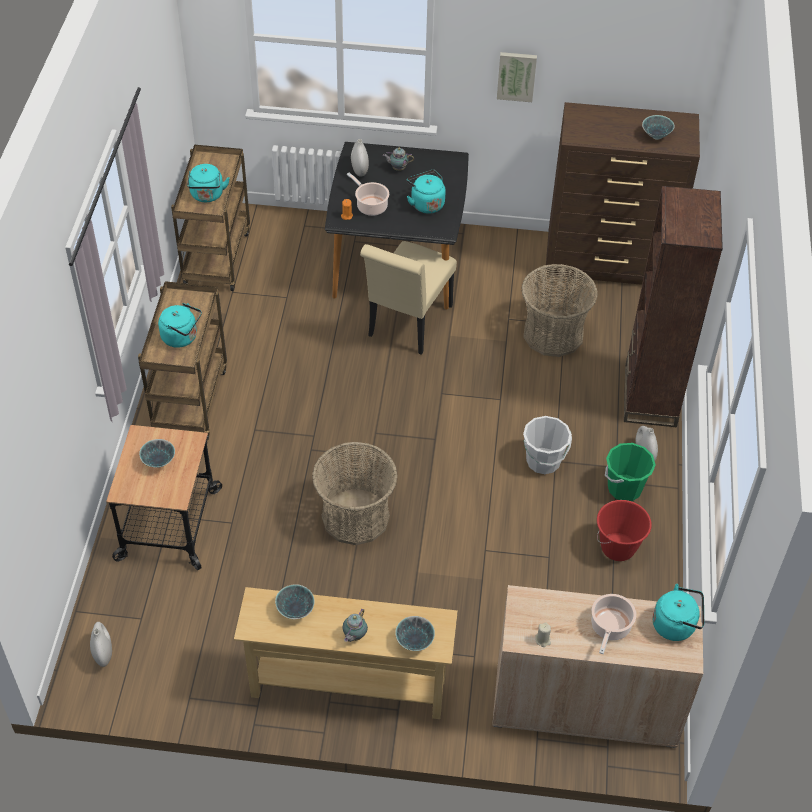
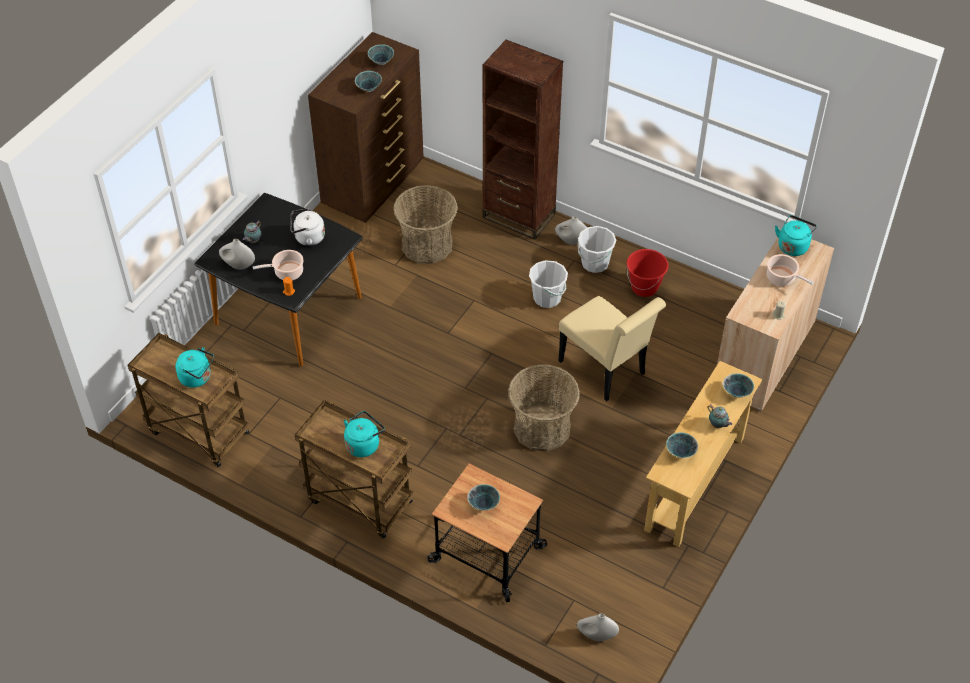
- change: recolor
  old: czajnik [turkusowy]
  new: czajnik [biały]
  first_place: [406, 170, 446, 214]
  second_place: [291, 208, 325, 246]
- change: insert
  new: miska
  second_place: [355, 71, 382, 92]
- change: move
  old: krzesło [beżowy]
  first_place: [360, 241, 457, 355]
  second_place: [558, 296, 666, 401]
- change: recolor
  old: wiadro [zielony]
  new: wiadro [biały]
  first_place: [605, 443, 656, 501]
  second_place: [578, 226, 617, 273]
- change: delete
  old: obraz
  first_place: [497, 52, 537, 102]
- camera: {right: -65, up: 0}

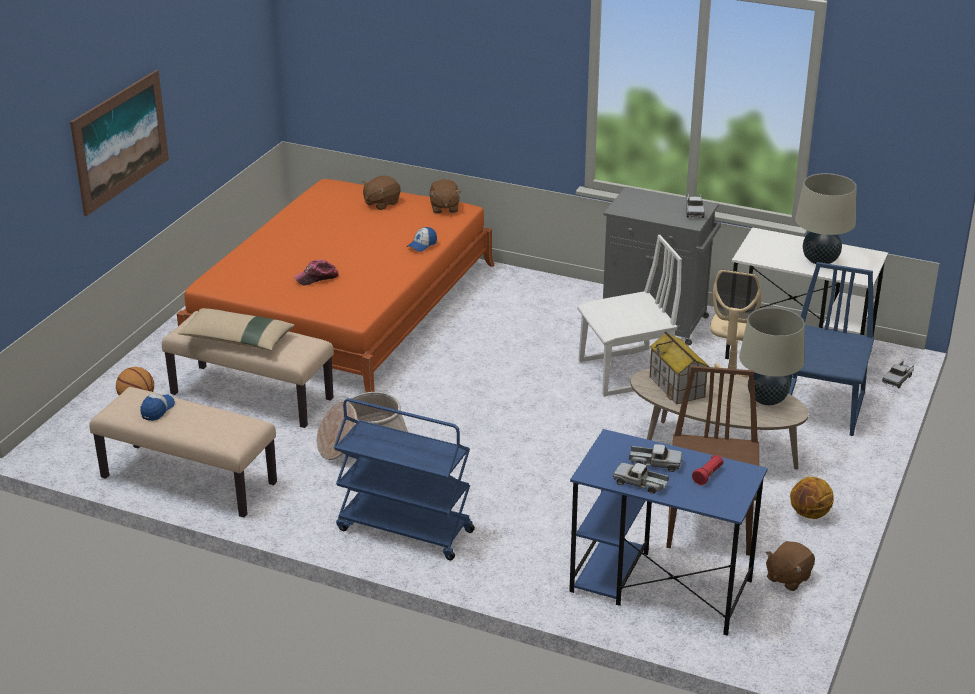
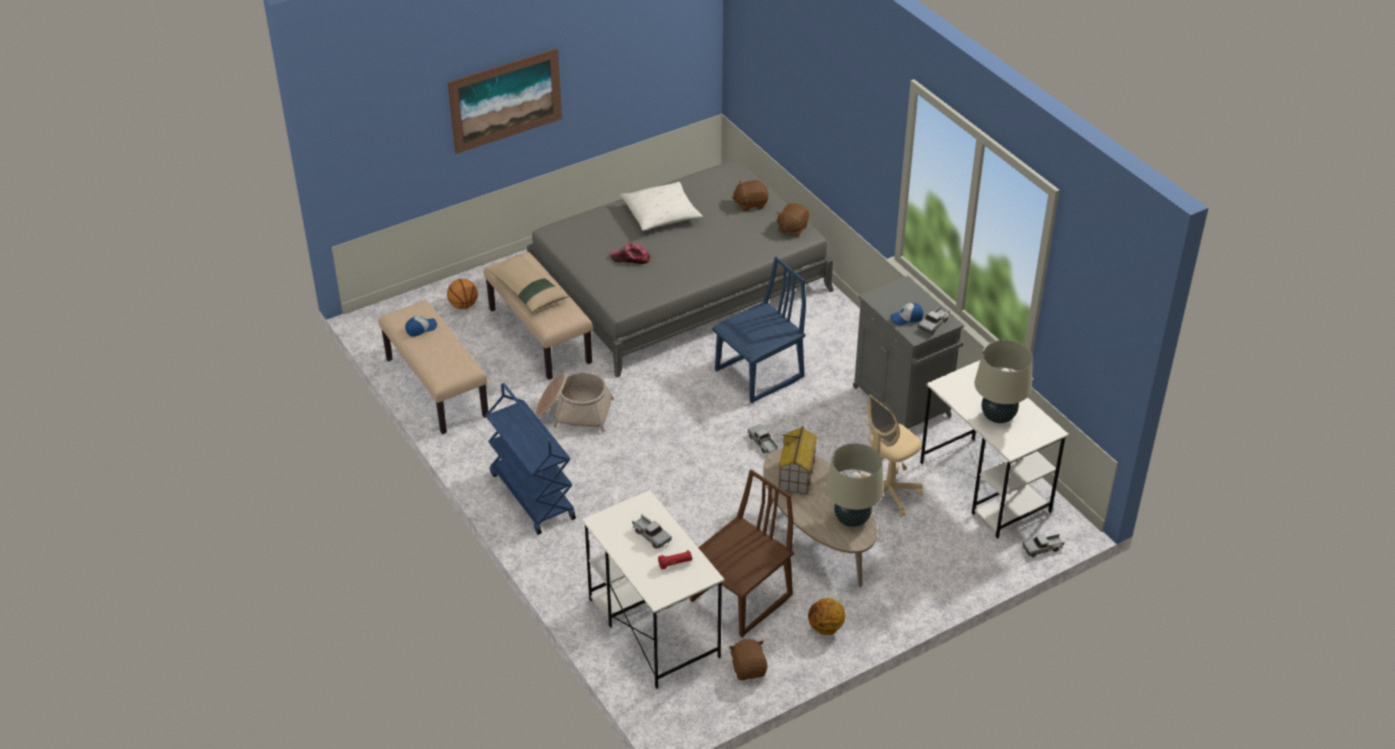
- change: recolor
  old: łóżko [pomarańczowy]
  new: łóżko [szary]
  first_place: [177, 179, 494, 392]
  second_place: [527, 160, 834, 377]
- change: recolor
  old: biurko [niebieski]
  new: biurko [biały]
  first_place: [569, 429, 768, 636]
  second_place: [582, 490, 725, 689]
- change: insert
  new: poduszka [biały]
  second_place: [620, 182, 702, 231]
- change: move
  old: krzesło [niebieski]
  first_place: [788, 262, 874, 436]
  second_place: [712, 257, 806, 403]
- change: rotate
  old: pluszak [brązowy]
  first_place: [766, 541, 815, 591]
  second_place: [729, 639, 767, 680]
  degrees: 90
- change: move
  old: ciężarówka zabawkowa
  first_place: [613, 463, 669, 494]
  second_place: [747, 424, 778, 453]
- change: move
  old: czapka z daszkiem
  first_place: [407, 227, 437, 252]
  second_place: [890, 303, 923, 325]
- change: delete
  old: krzesło [biały]
  first_place: [577, 235, 682, 397]
- camera: {right: 35, up: 10}

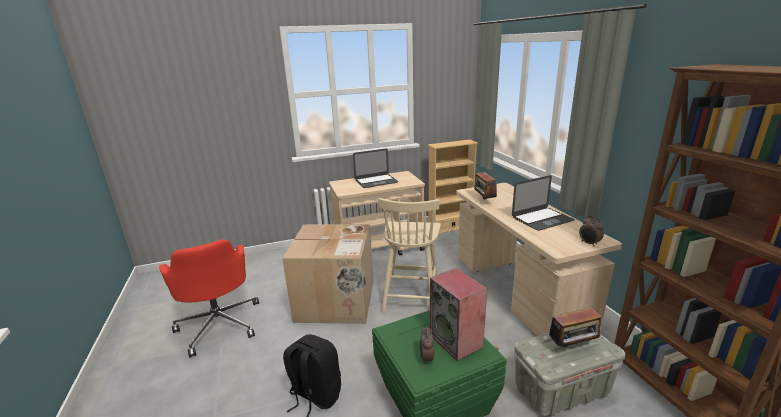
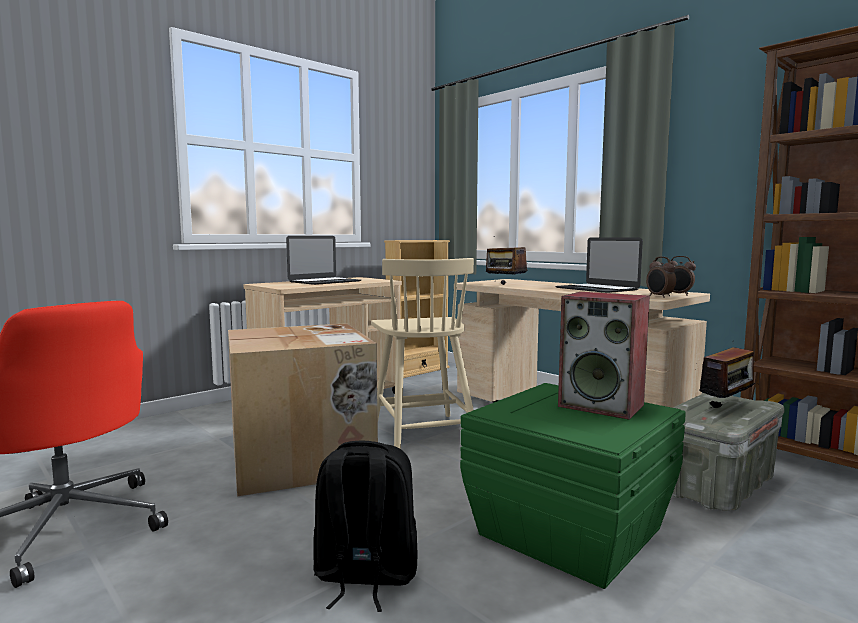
- change: rotate
  old: laptop
  first_place: [512, 175, 575, 231]
  second_place: [556, 237, 643, 293]
  degrees: 105
- change: move
  old: budzik
  first_place: [420, 326, 434, 364]
  second_place: [646, 257, 676, 298]
- camera: {right: -25, up: -15}

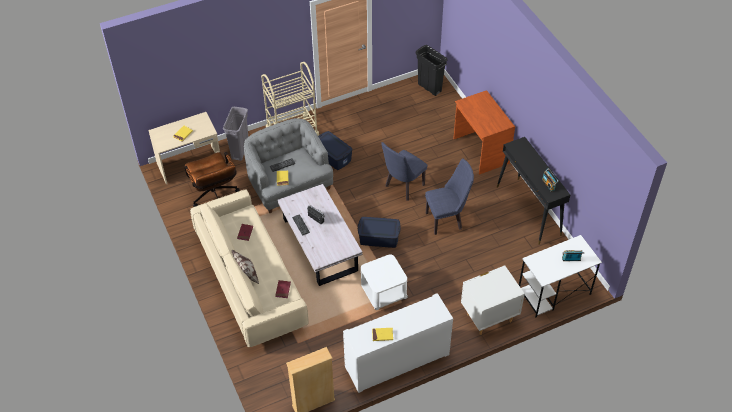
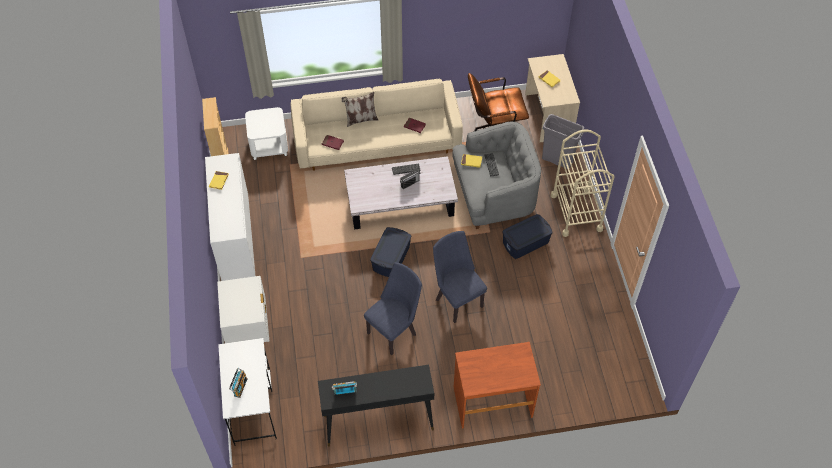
- change: move
  old: stolik [biały]
  first_place: [361, 254, 408, 310]
  second_place: [245, 107, 288, 160]
- change: rotate
  old: krzesło [niebieski]
  first_place: [425, 158, 474, 235]
  second_place: [364, 262, 422, 355]
  degrees: -135
- change: delete
  old: kosz na śmieci [czarny]
  first_place: [416, 45, 448, 96]
- camera: {right: 105, up: 5}

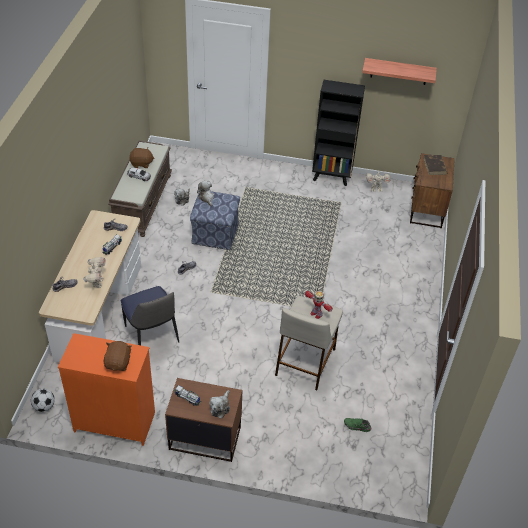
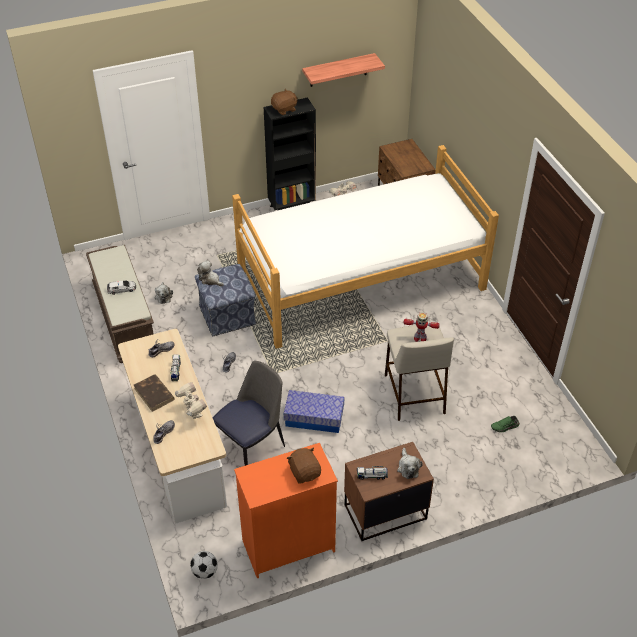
- change: move
  old: książka [brązowy]
  first_place: [423, 155, 447, 175]
  second_place: [134, 374, 175, 412]
- change: rotate
  old: krzesło
  first_place: [121, 286, 179, 345]
  second_place: [213, 361, 285, 466]
  degrees: -75
- change: insert
  new: łóżko
  second_place: [232, 145, 499, 349]
- change: move
  old: pluszak [brązowy]
  first_place: [129, 147, 154, 168]
  second_place: [271, 89, 297, 115]
- change: insert
  new: pojemnik do przechowywania
  second_place: [284, 390, 344, 433]
- camera: {right: -30, up: 0}

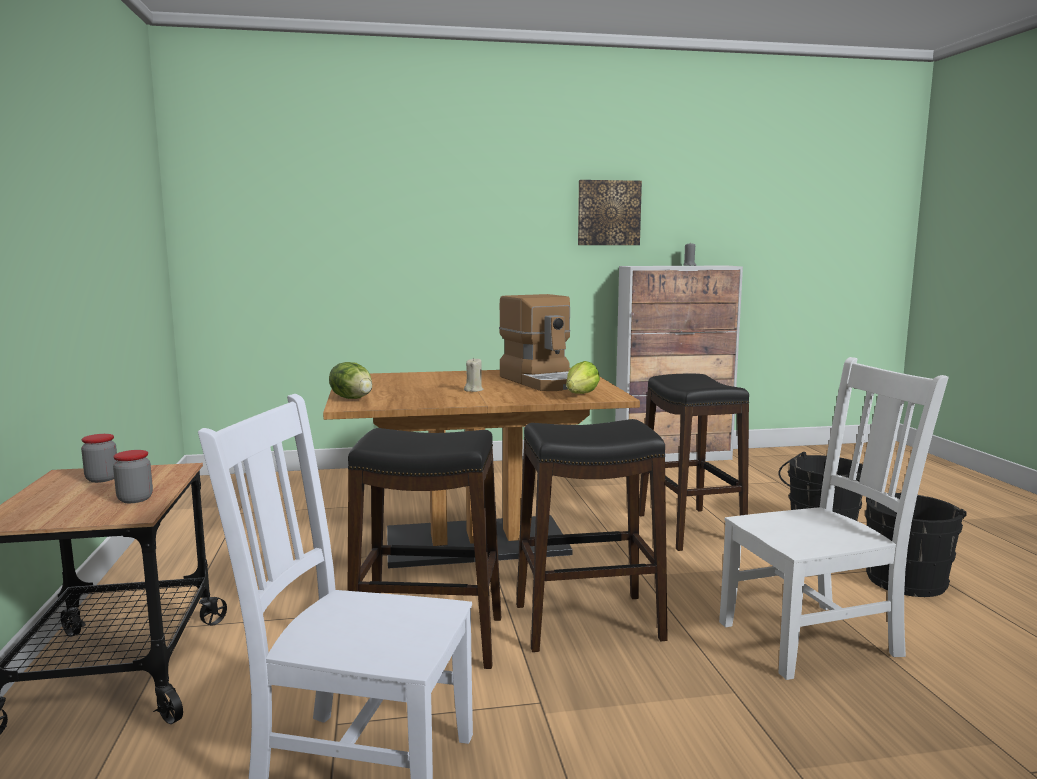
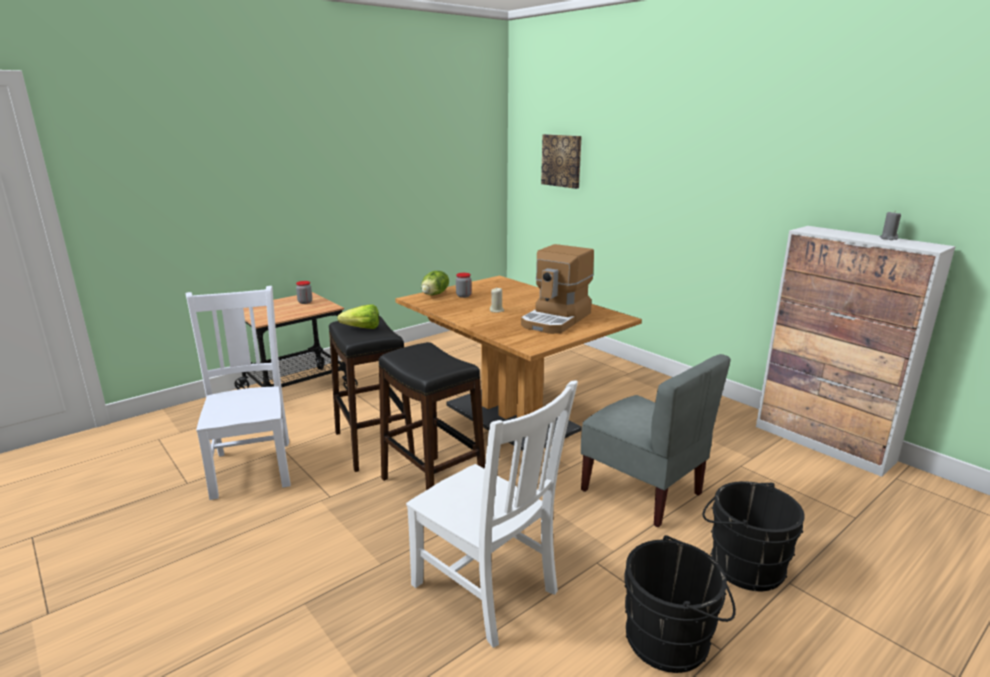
- change: move
  old: sałata
  first_place: [566, 361, 600, 394]
  second_place: [337, 304, 379, 329]
- change: move
  old: słoik
  first_place: [113, 450, 153, 503]
  second_place: [456, 273, 472, 298]
- change: move
  old: obraz
  first_place: [578, 180, 642, 245]
  second_place: [541, 134, 582, 189]
- change: replace
  old: stołek [czarny]
  new: krzesło [szary]
  first_place: [639, 374, 749, 551]
  second_place: [581, 354, 731, 527]
- camera: {right: 60, up: 10}

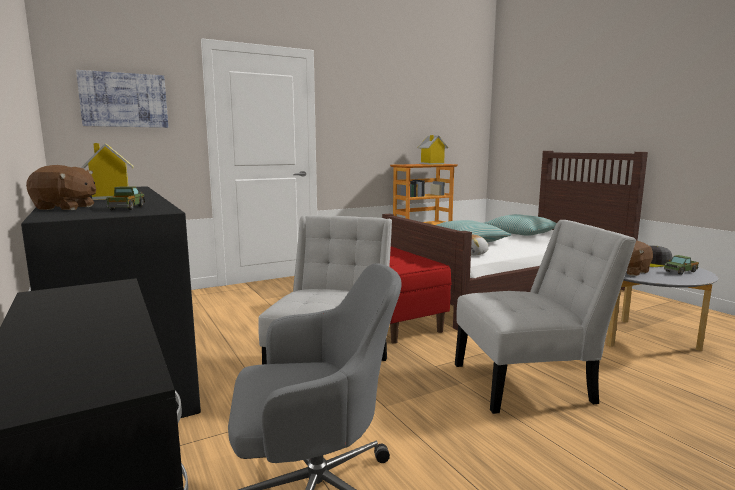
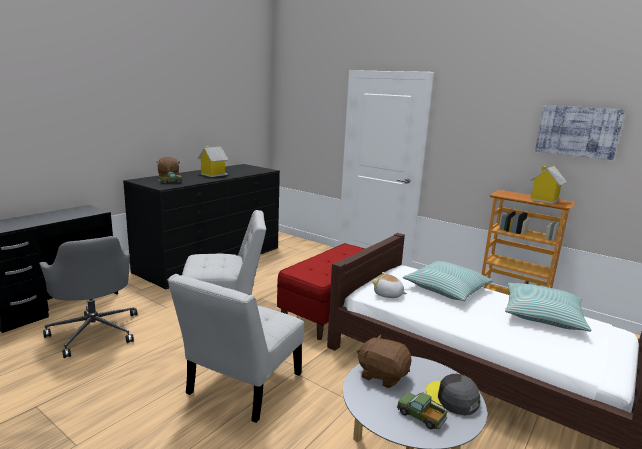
- change: rotate
  old: krzesło [biały]
  first_place: [455, 220, 636, 414]
  second_place: [168, 274, 304, 423]
  degrees: 60
- change: move
  old: obraz
  first_place: [76, 70, 168, 128]
  second_place: [535, 105, 625, 160]
- camera: {right: 65, up: 5}

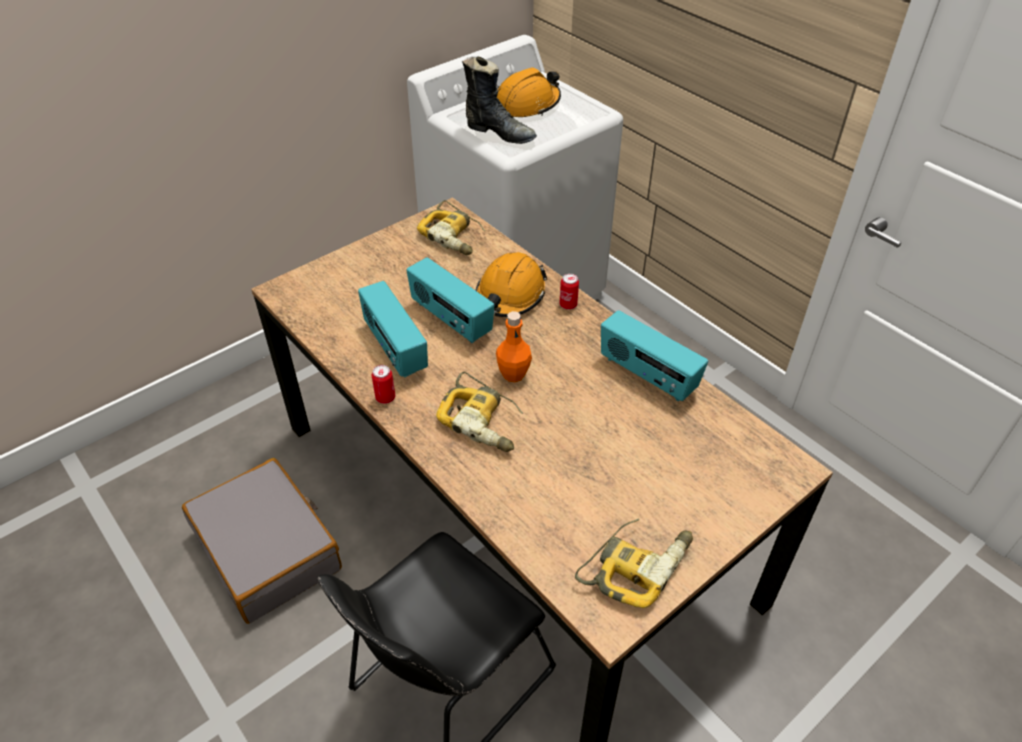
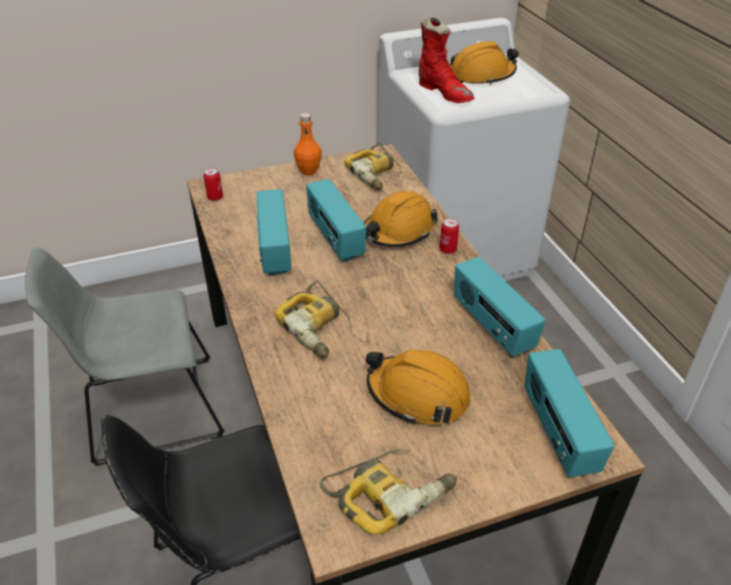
- change: replace
  old: walizka [szary]
  new: krzesło [szary]
  first_place: [182, 458, 342, 624]
  second_place: [25, 247, 224, 466]
- change: move
  old: puszka
  first_place: [372, 365, 396, 404]
  second_place: [203, 168, 223, 201]
- change: move
  old: butelka [pomarańczowy]
  first_place: [496, 311, 532, 382]
  second_place: [294, 113, 322, 175]
- change: insert
  new: kask [pomarańczowy]
  second_place: [366, 349, 471, 424]
- change: recolor
  old: but z cholewką [czarny]
  new: but z cholewką [czerwony]
  first_place: [462, 56, 537, 144]
  second_place: [418, 18, 475, 103]
- change: insert
  new: radio
  second_place: [524, 349, 615, 477]
- camera: {right: 20, up: -5}

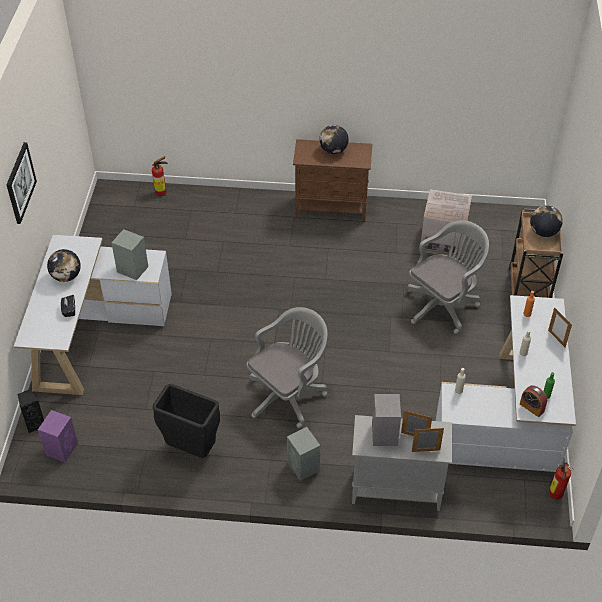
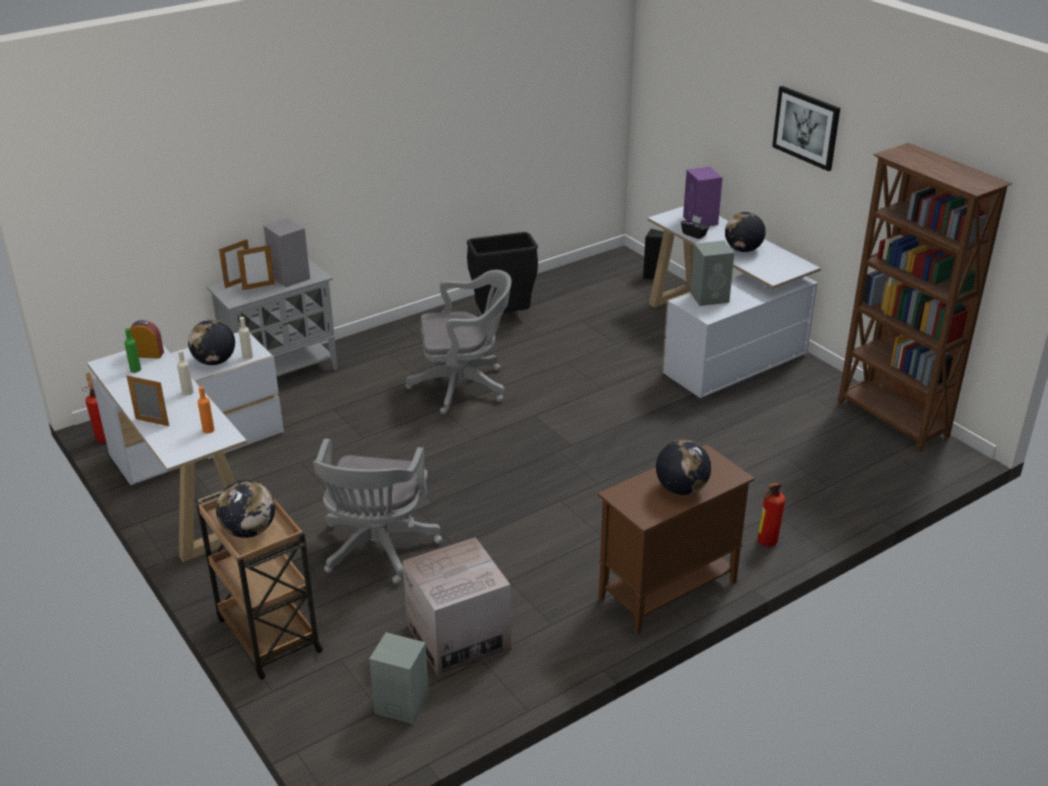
- change: insert
  new: globus
  second_place: [188, 320, 235, 365]
- change: move
  old: głośnik [szary]
  first_place: [287, 427, 320, 481]
  second_place: [369, 632, 429, 724]
- change: rotate
  old: krzesło biurowe [szary]
  first_place: [247, 307, 328, 428]
  second_place: [406, 270, 512, 414]
  degrees: -105
- change: move
  old: głośnik [fioletowy]
  first_place: [38, 410, 78, 463]
  second_place: [683, 167, 723, 226]
- change: move
  old: gaśnica
  first_place: [152, 156, 168, 196]
  second_place: [757, 482, 785, 547]
- change: insert
  new: regał [brązowy]
  second_place: [838, 143, 1012, 452]
- camera: {right: 140, up: -15}

